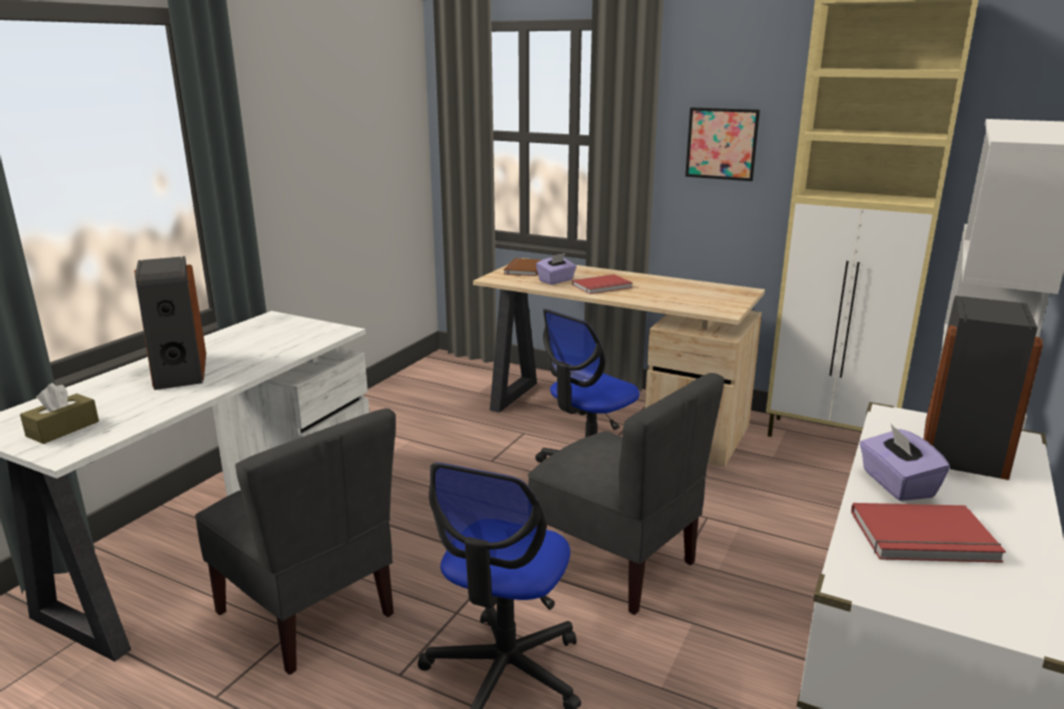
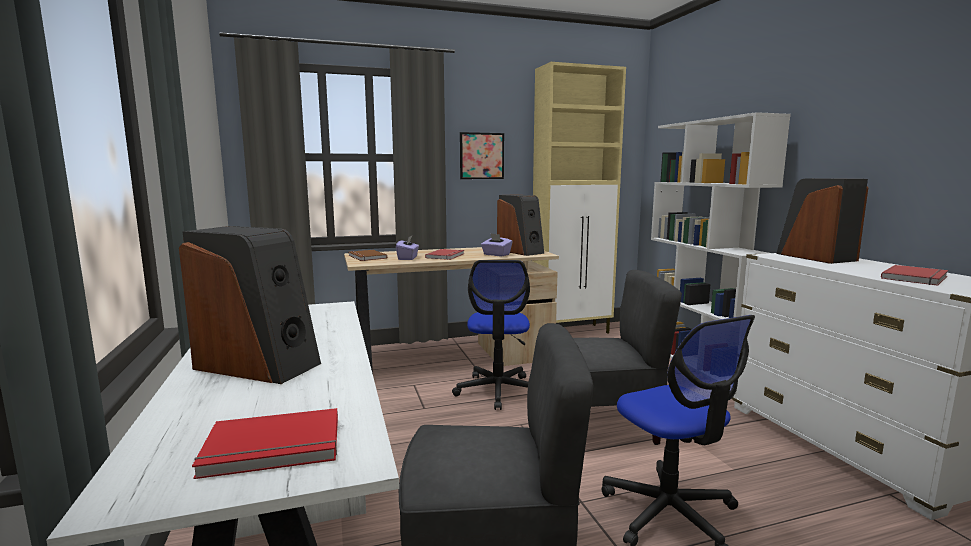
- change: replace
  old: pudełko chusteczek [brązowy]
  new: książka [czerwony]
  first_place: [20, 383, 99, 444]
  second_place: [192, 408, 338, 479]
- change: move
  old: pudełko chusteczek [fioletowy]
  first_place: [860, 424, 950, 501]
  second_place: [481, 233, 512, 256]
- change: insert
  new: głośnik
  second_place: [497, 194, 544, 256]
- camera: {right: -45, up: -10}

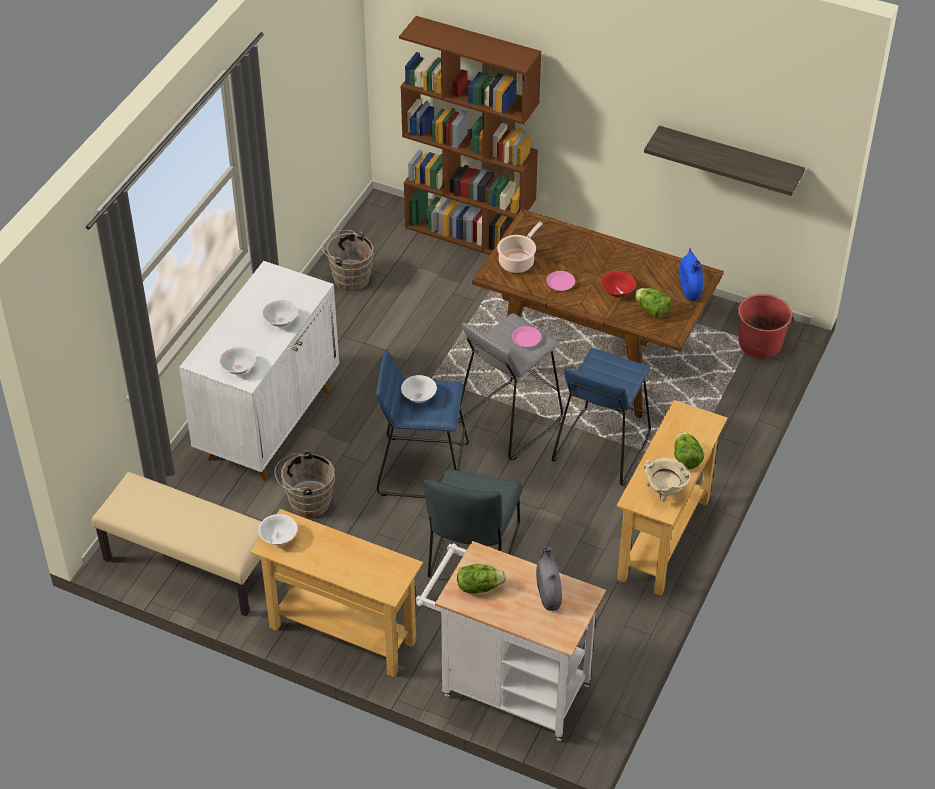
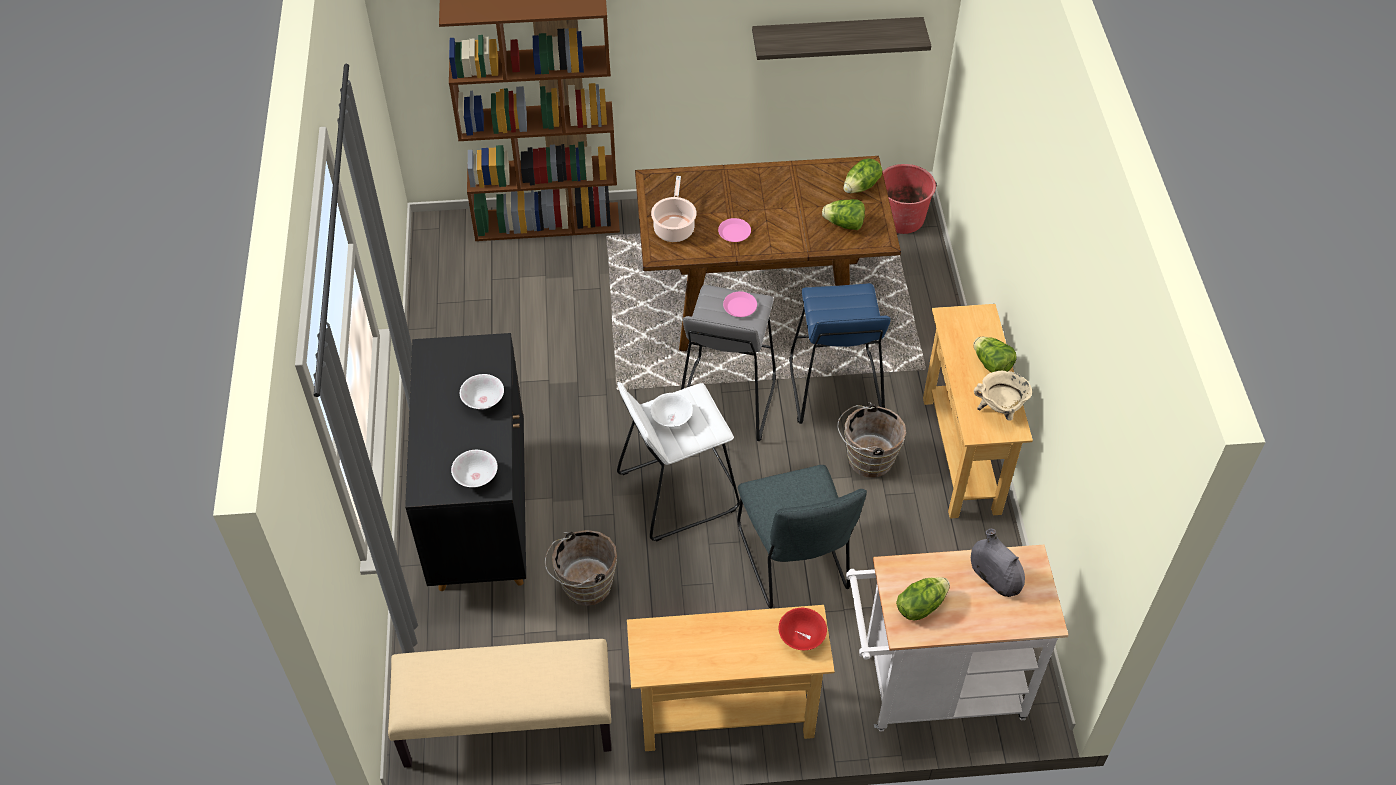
- change: recolor
  old: szafka [biały]
  new: szafka [czarny]
  first_place: [179, 261, 339, 481]
  second_place: [405, 333, 526, 591]
- change: recolor
  old: stołek [niebieski]
  new: stołek [biały]
  first_place: [376, 349, 469, 498]
  second_place: [617, 382, 740, 541]
- change: move
  old: miska [czerwony]
  first_place: [601, 271, 636, 297]
  second_place: [779, 608, 827, 650]
- change: move
  old: wiadro [brązowy]
  first_place: [322, 230, 374, 291]
  second_place: [837, 402, 906, 477]
- change: replace
  old: wazon [niebieski]
  new: sałata
  first_place: [679, 248, 703, 301]
  second_place: [844, 158, 882, 193]
- change: delete
  old: miska [biały]
  first_place: [258, 514, 297, 545]
- camera: {right: -30, up: 5}

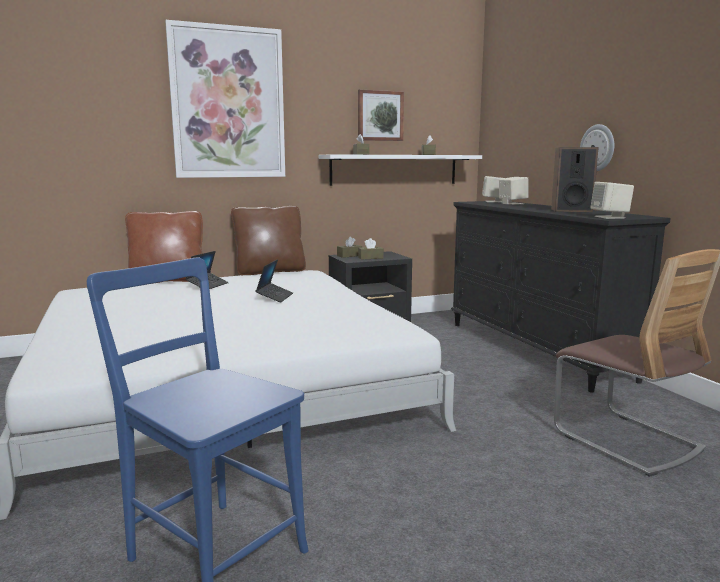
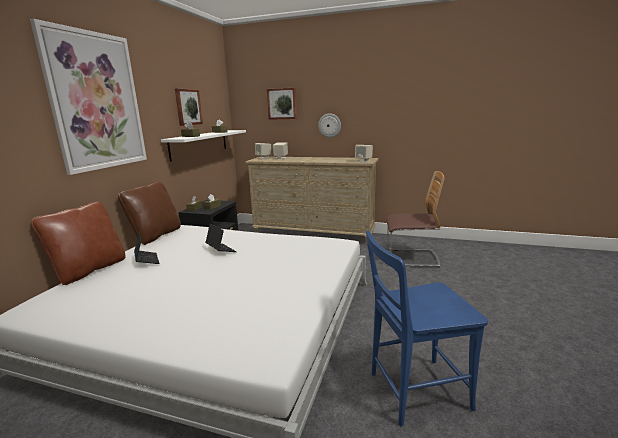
- change: recolor
  old: komoda [czarny]
  new: komoda [beżowy]
  first_place: [451, 201, 671, 392]
  second_place: [245, 156, 378, 245]
- change: insert
  new: obraz
  second_place: [267, 88, 297, 120]
- change: delete
  old: głośnik
  first_place: [551, 147, 599, 212]
- camera: {right: -50, up: 5}

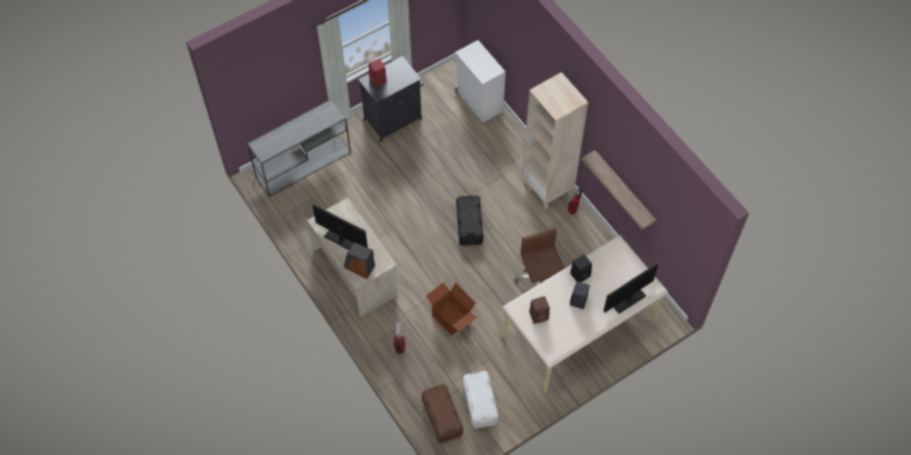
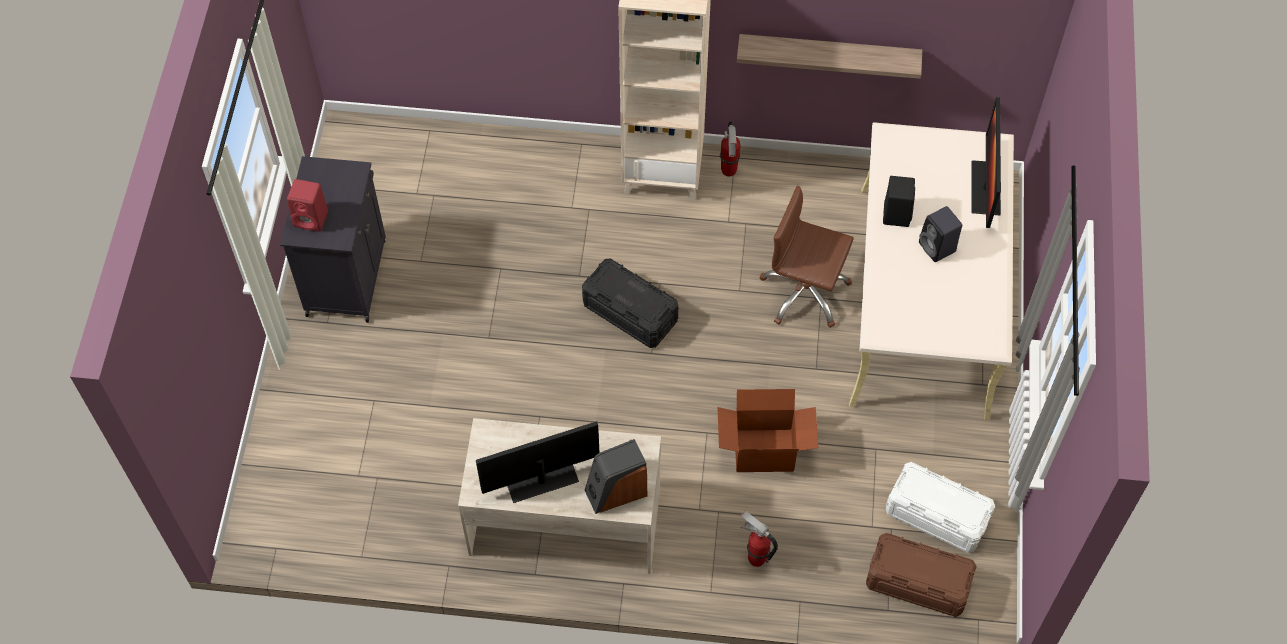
- change: delete
  old: stolik konsolowy [szary]
  first_place: [247, 99, 351, 197]
- change: delete
  old: szafka [biały]
  first_place: [455, 40, 506, 122]
- change: delete
  old: głośnik [brązowy]
  first_place: [529, 296, 550, 324]
- camera: {right: -50, up: 0}

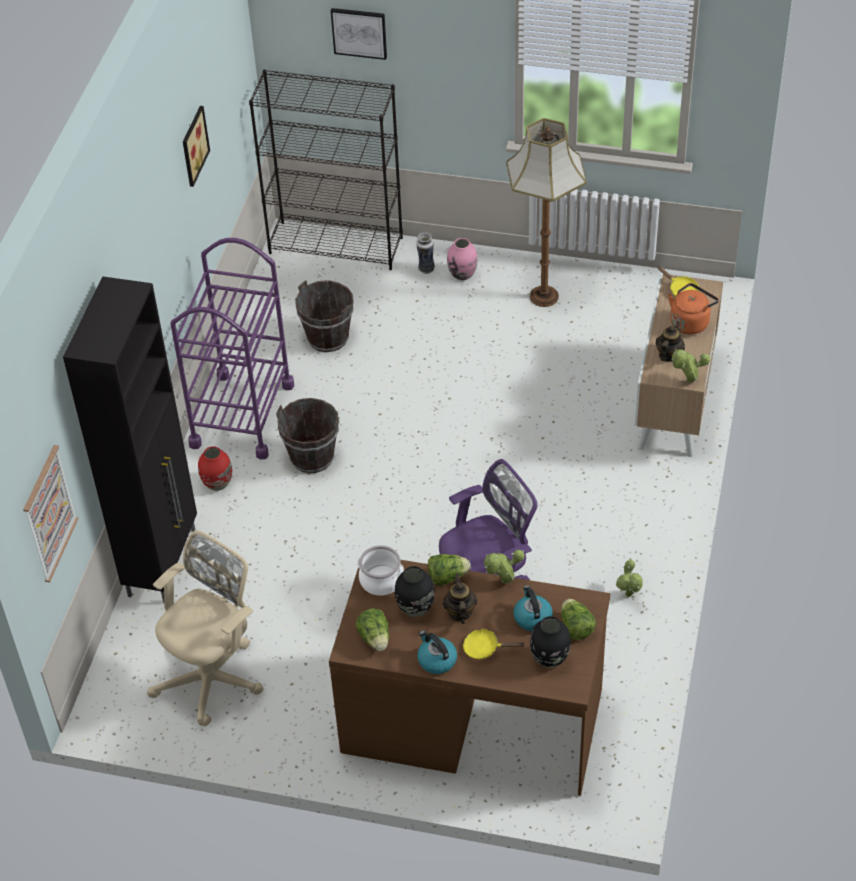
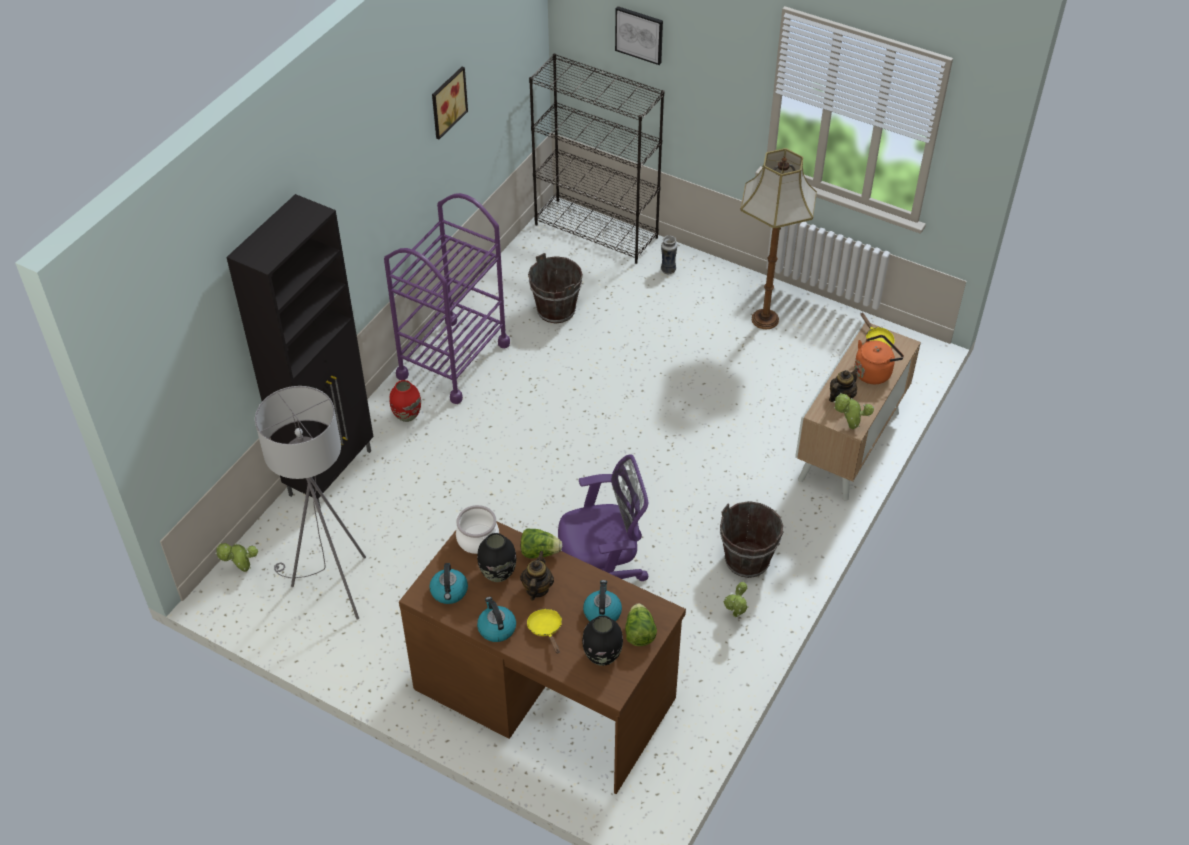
- change: move
  old: roślina doniczkowa
  first_place: [484, 550, 524, 584]
  second_place: [215, 543, 258, 572]
- change: replace
  old: krzesło biurowe [beżowy]
  new: lampa stojąca [szary]
  first_place: [147, 530, 263, 726]
  second_place: [255, 386, 366, 620]
- change: replace
  old: sałata
  new: czajnik
  first_place: [356, 608, 389, 651]
  second_place: [429, 563, 468, 604]
- change: rotate
  old: patelnia [żółty]
  first_place: [463, 629, 525, 659]
  second_place: [527, 609, 562, 653]
  degrees: 45
- change: move
  old: wiadro [brązowy]
  first_place: [276, 398, 339, 473]
  second_place: [720, 501, 784, 578]
- change: delete
  old: obraz
  first_place: [23, 445, 78, 582]
- change: delete
  old: wazon [różowy]
  first_place: [447, 238, 478, 280]
- camera: {right: 15, up: 0}

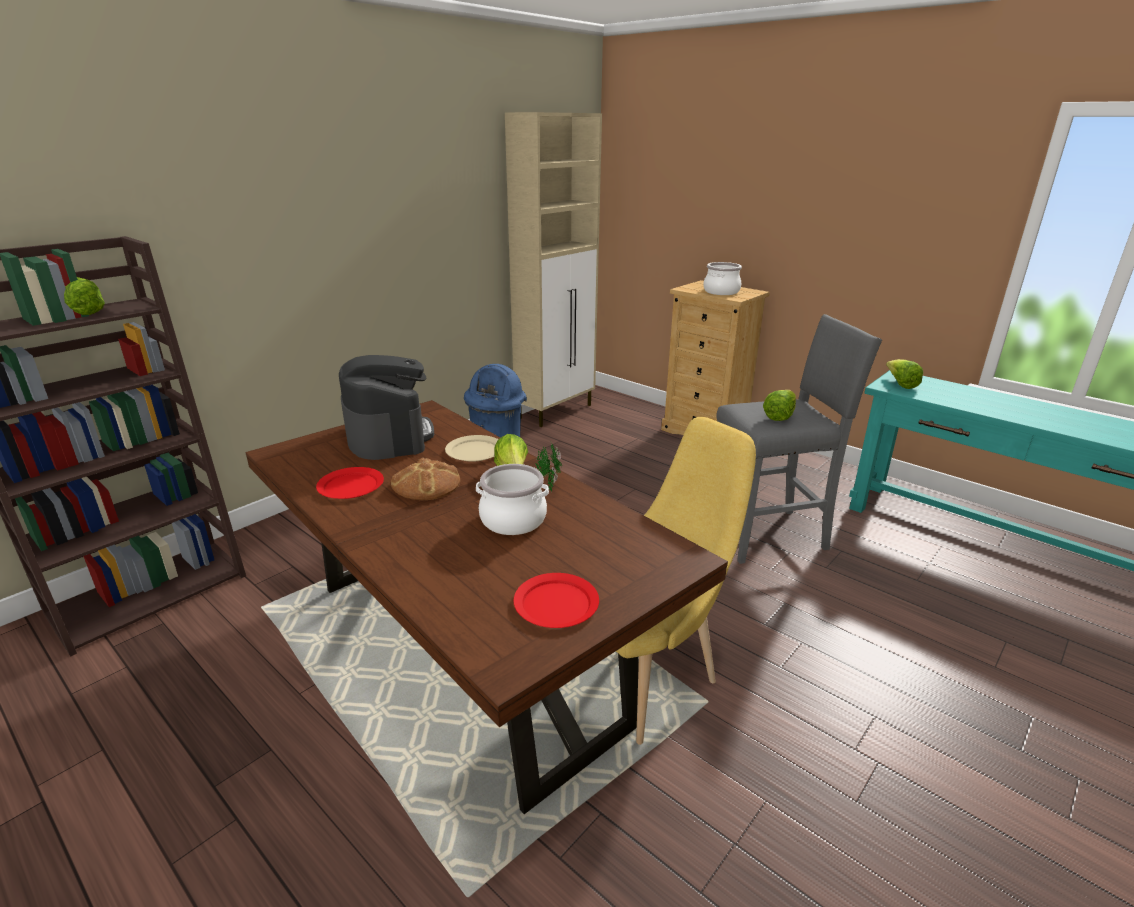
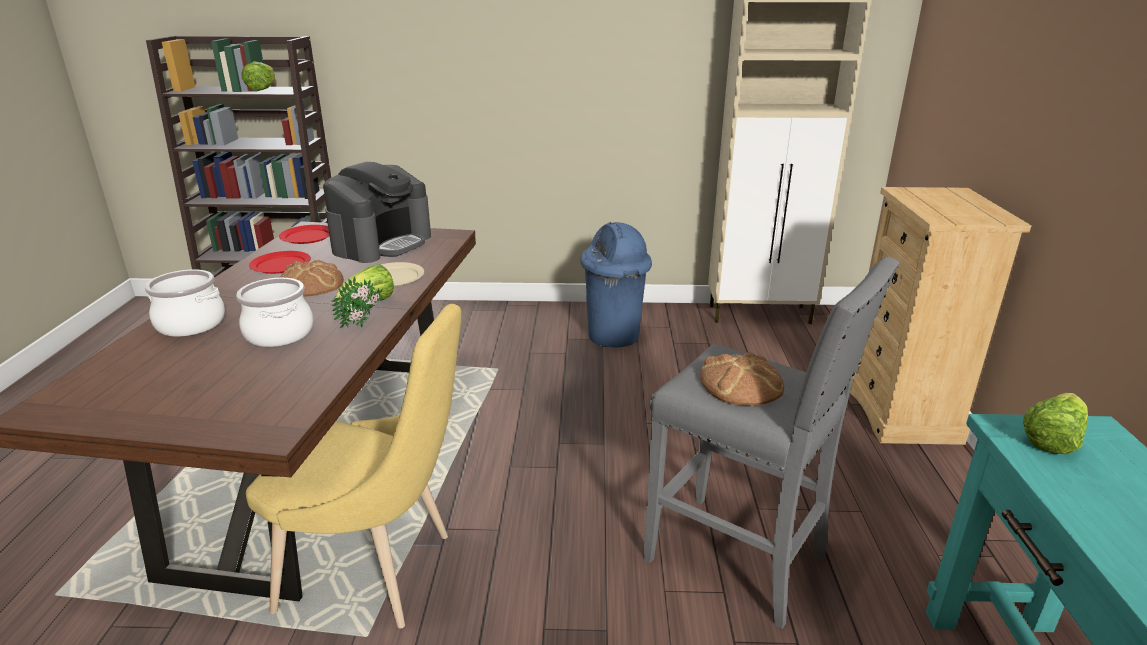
- change: move
  old: garnek
  first_place: [703, 262, 742, 295]
  second_place: [145, 269, 225, 336]
- change: move
  old: talerz [czerwony]
  first_place: [514, 573, 599, 628]
  second_place: [279, 225, 329, 244]
- change: replace
  old: sałata
  new: chleb
  first_place: [763, 390, 796, 421]
  second_place: [700, 352, 784, 406]
- camera: {right: 50, up: 0}

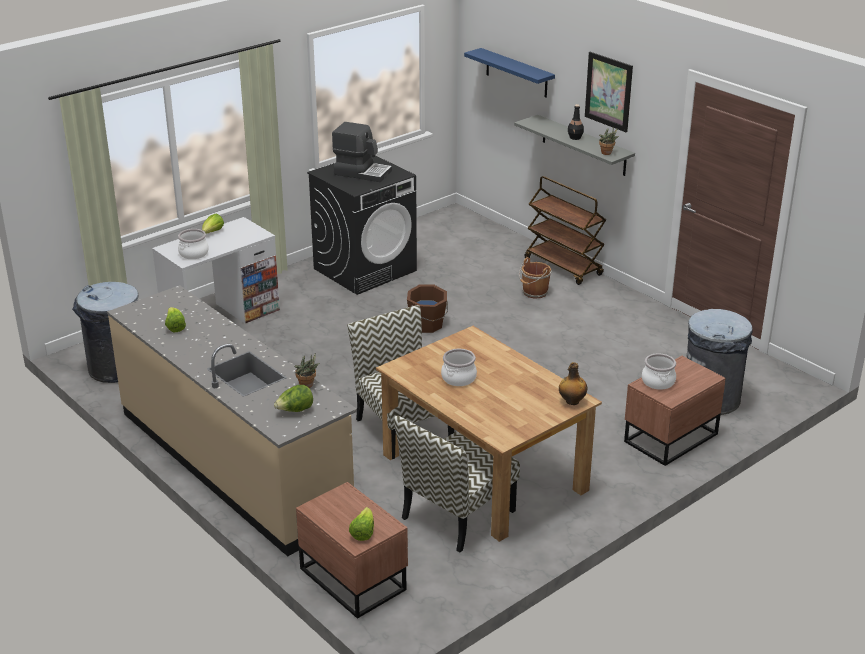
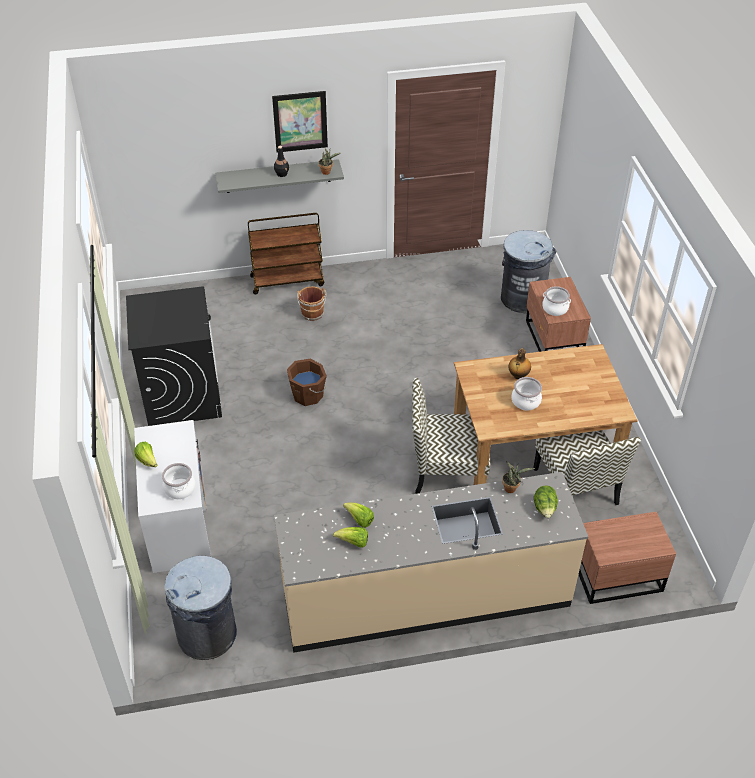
- change: move
  old: sałata
  first_place: [349, 507, 374, 541]
  second_place: [343, 503, 374, 528]
- change: move
  old: butelka
  first_place: [559, 362, 588, 405]
  second_place: [508, 348, 531, 379]
- change: delete
  old: ekspres do kawy
  first_place: [332, 122, 392, 182]
- change: delete
  old: półka [niebieski]
  first_place: [464, 48, 555, 98]
- camera: {right: -60, up: 15}

